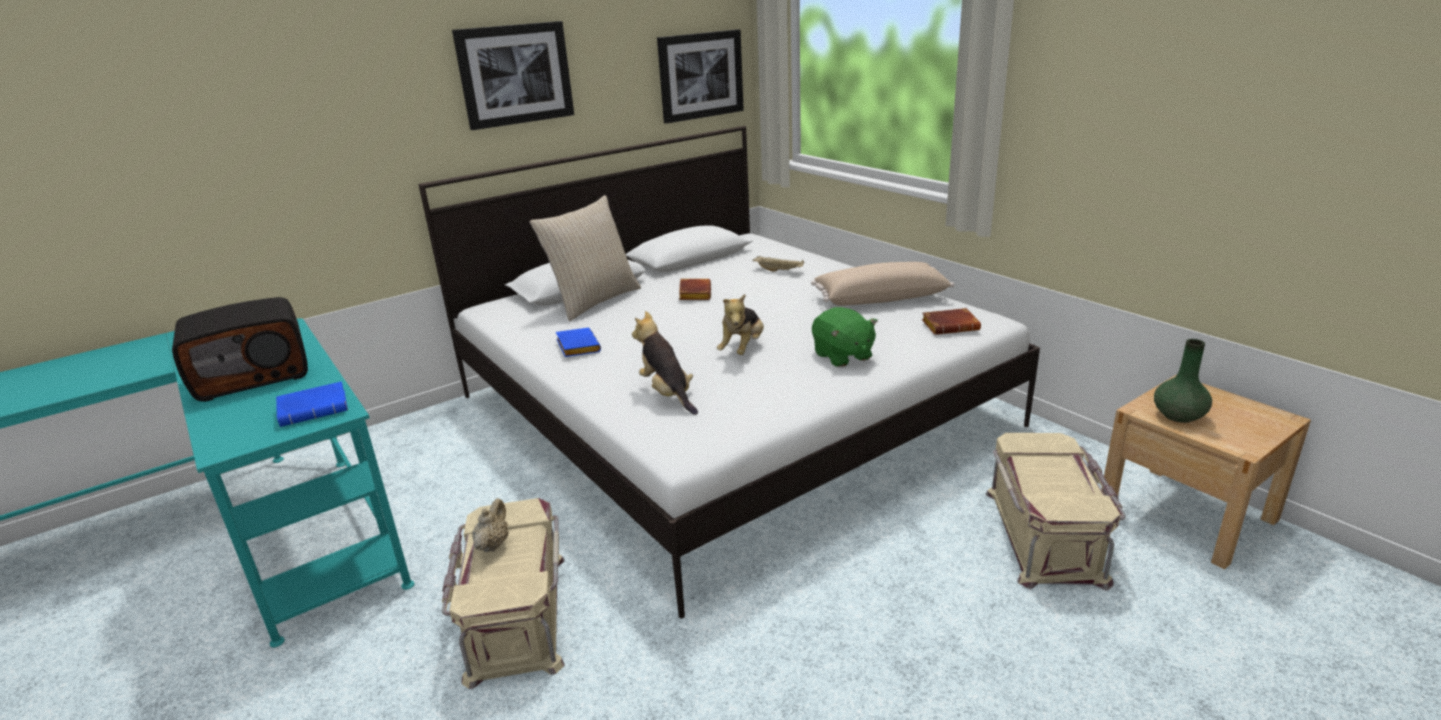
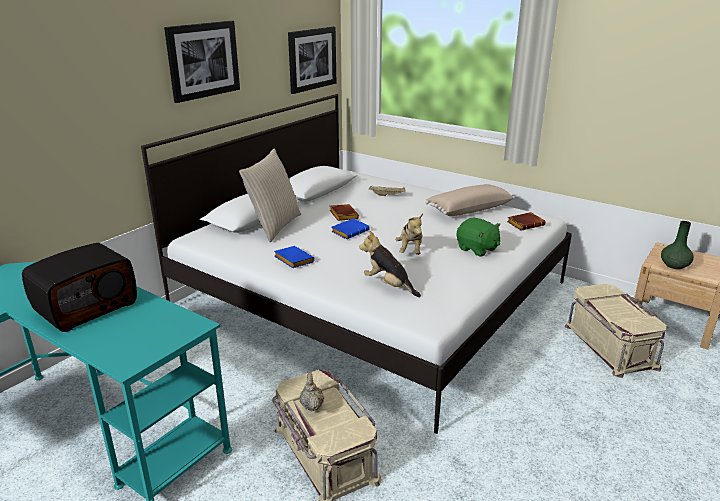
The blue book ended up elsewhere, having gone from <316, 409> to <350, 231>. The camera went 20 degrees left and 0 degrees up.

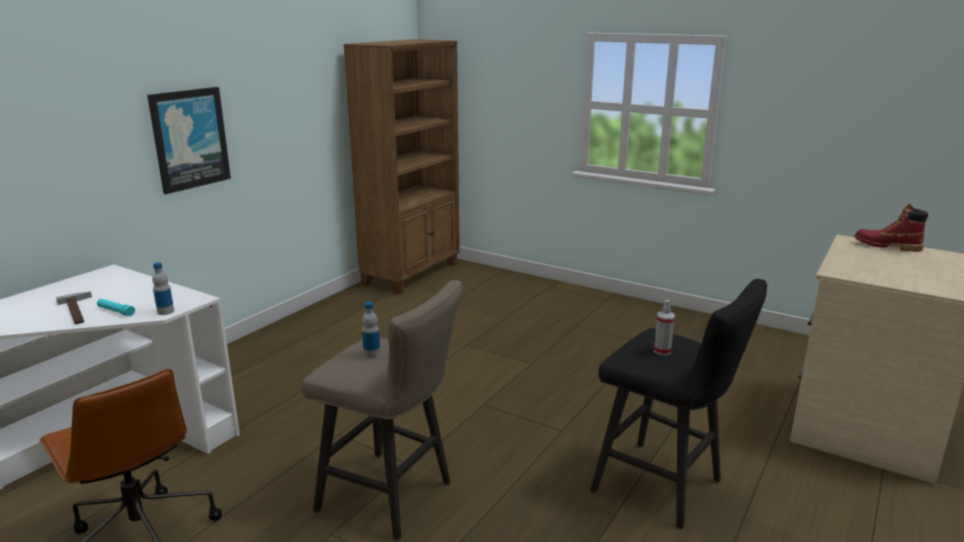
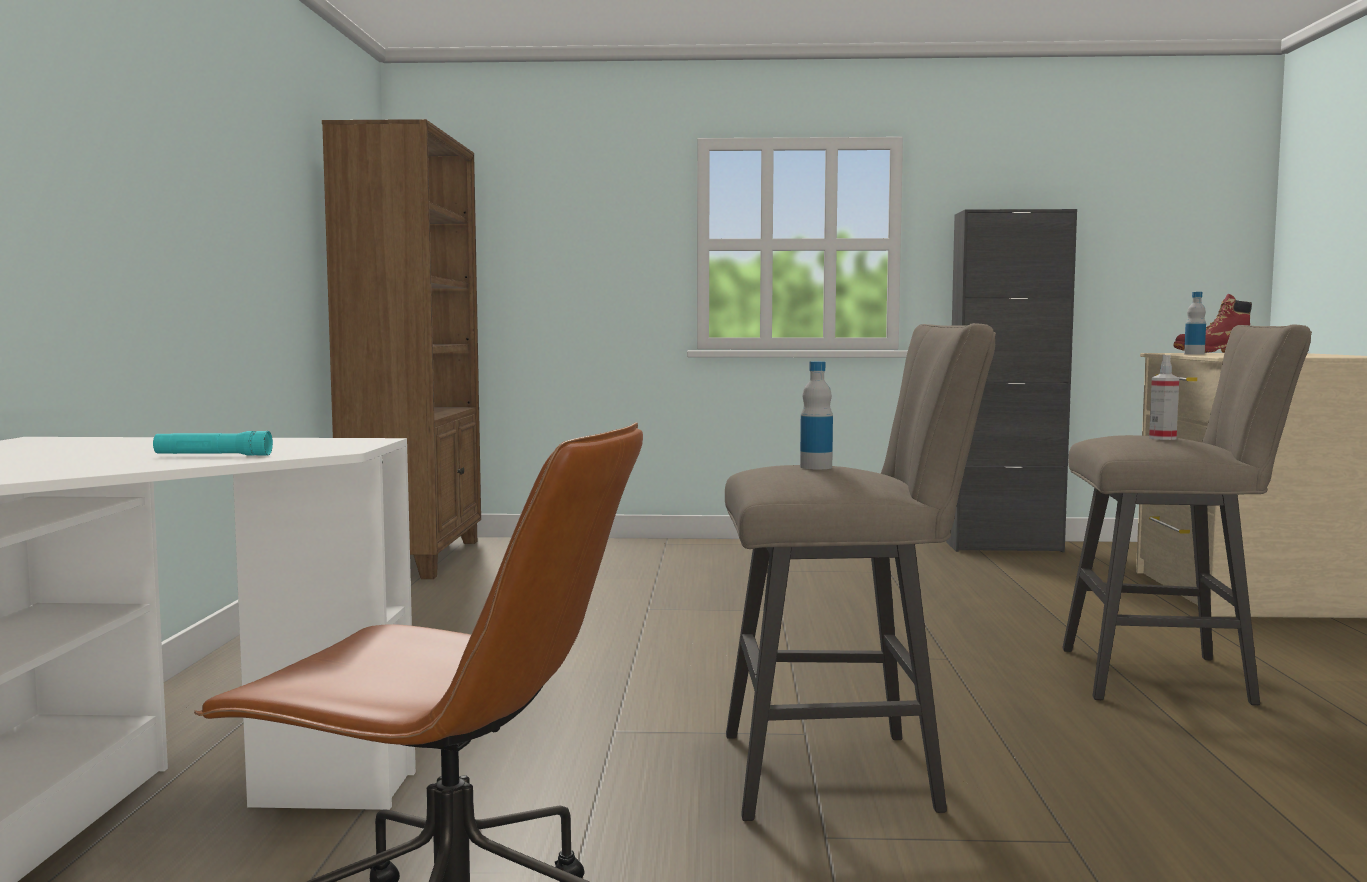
The second view lost the hammer at <79, 310>. The second view lost the picture at <190, 139>. The second view gained the black cabinet at <1004, 547>. The bottle ended up elsewhere, having gone from <165, 311> to <1194, 354>. What was the black stool at <665, 488> turned into the beige stool at <1170, 677>. The camera went 30 degrees left and 15 degrees down.

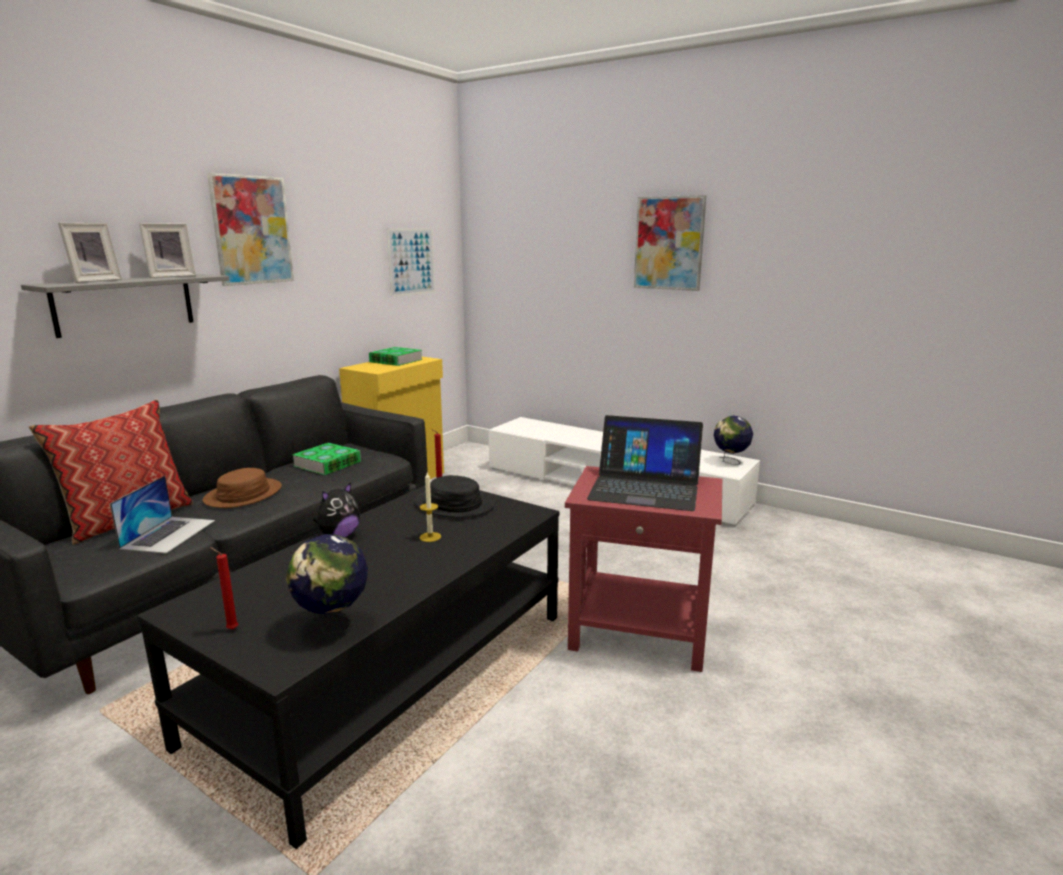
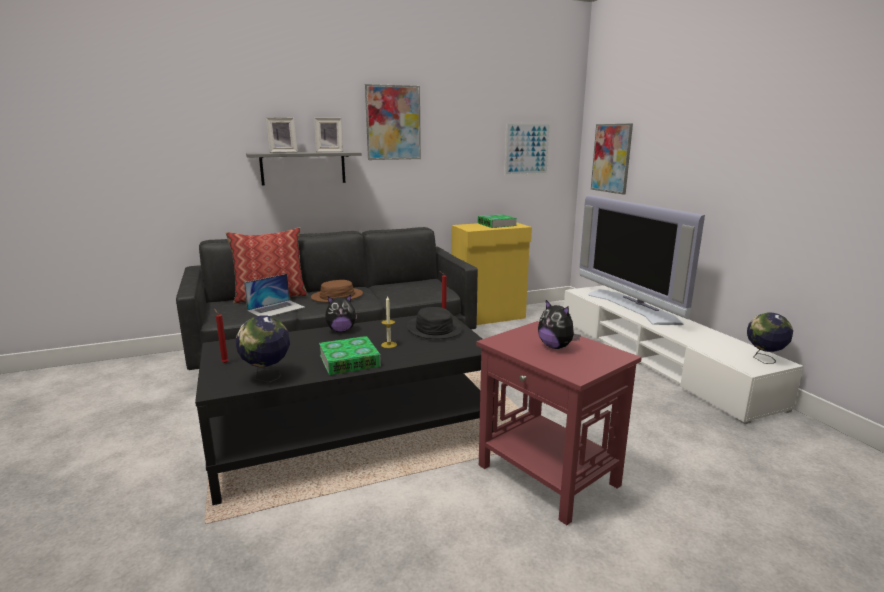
The second view gained the television at <633, 306>. The book ended up elsewhere, having gone from <327, 464> to <349, 361>. The picture ended up elsewhere, having gone from <669, 243> to <611, 158>. Where the laptop stood at <645, 488>, the plush toy came to stand at <556, 347>. The camera went 35 degrees right and 0 degrees up.

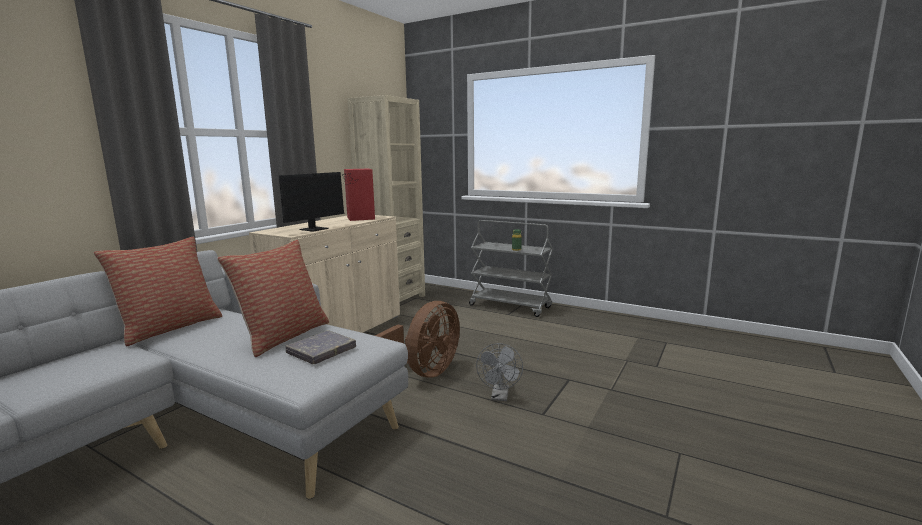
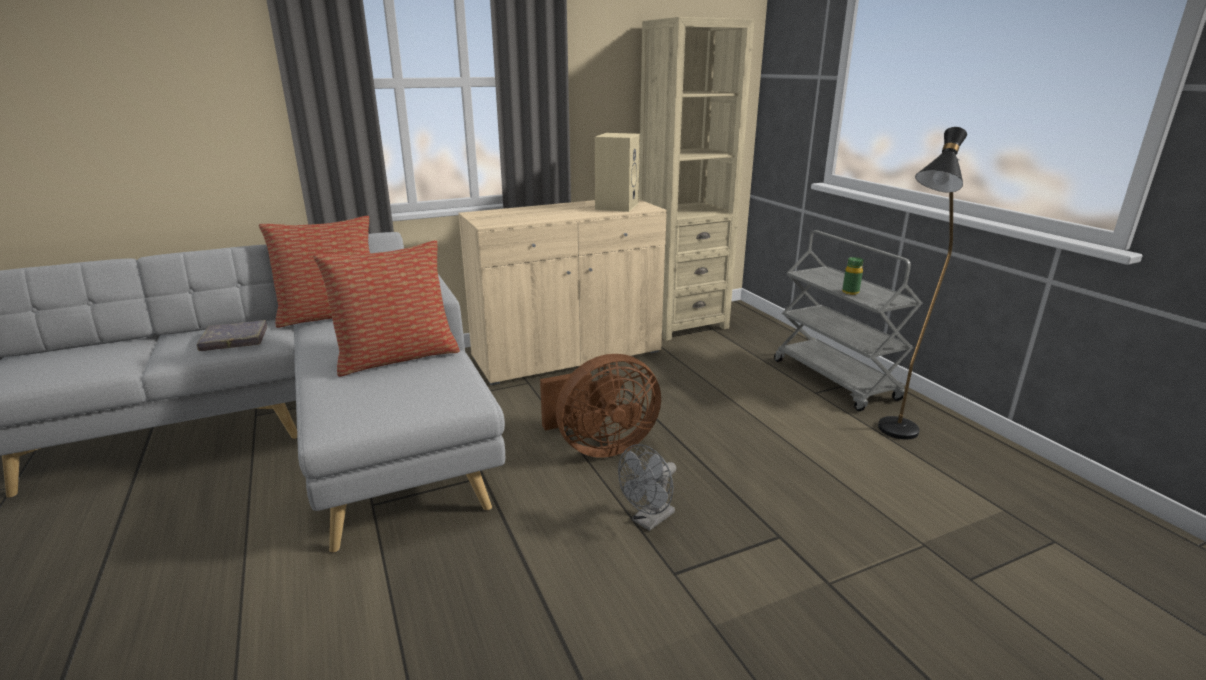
The second view lost the monitor at <318, 228>. The second view gained the black floor lamp at <894, 435>. The grey book ended up elsewhere, having gone from <321, 351> to <234, 340>. What was the red speaker at <360, 218> turned into the beige speaker at <616, 206>. The camera went 35 degrees right and 10 degrees up.

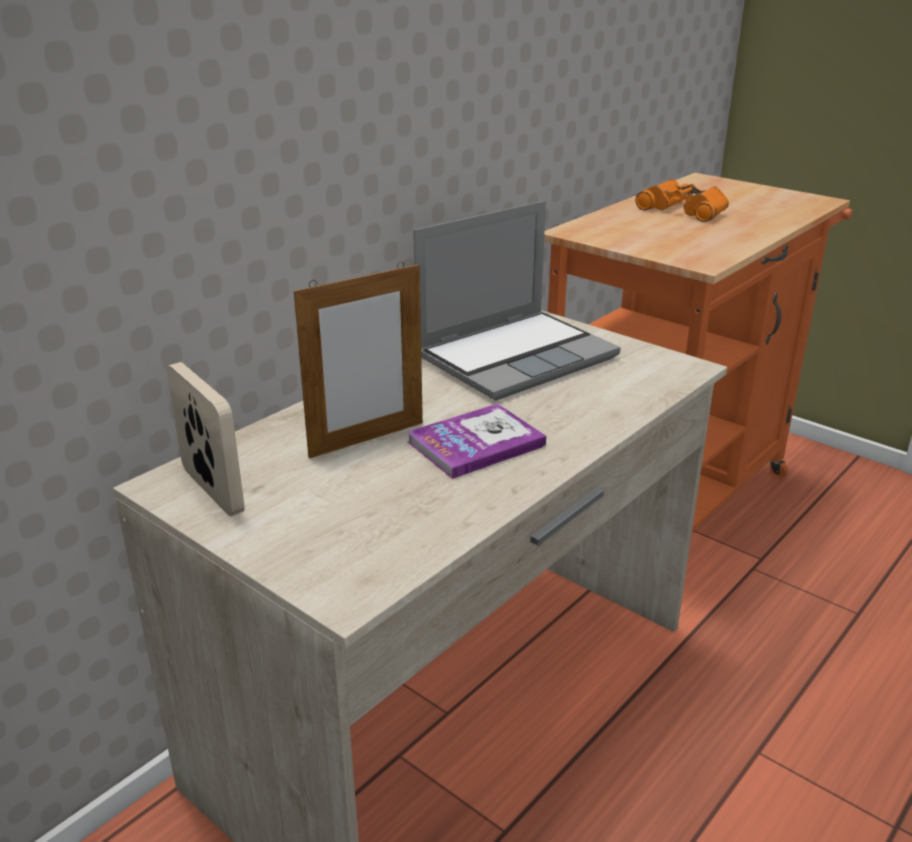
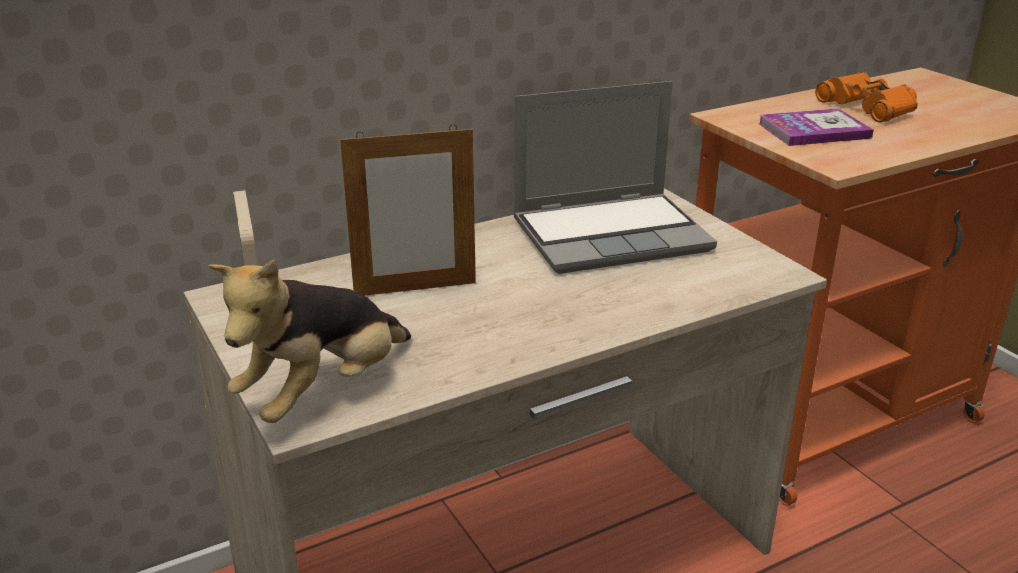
The second view gained the plush toy at <324, 392>. The book ended up elsewhere, having gone from <476, 443> to <813, 130>. The camera went 20 degrees right and 0 degrees up.

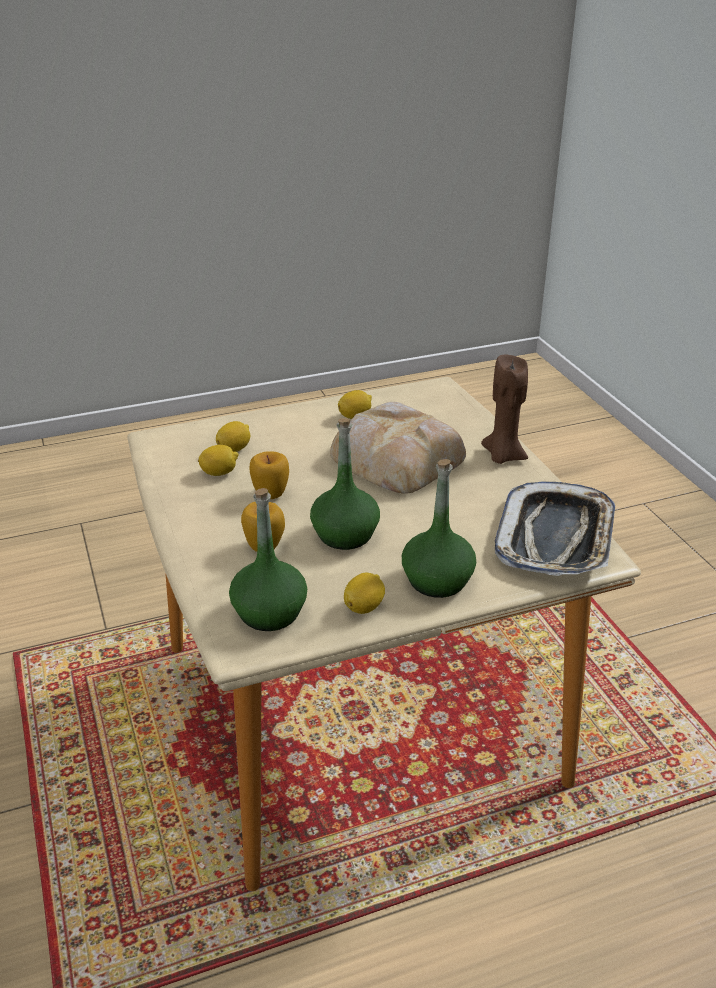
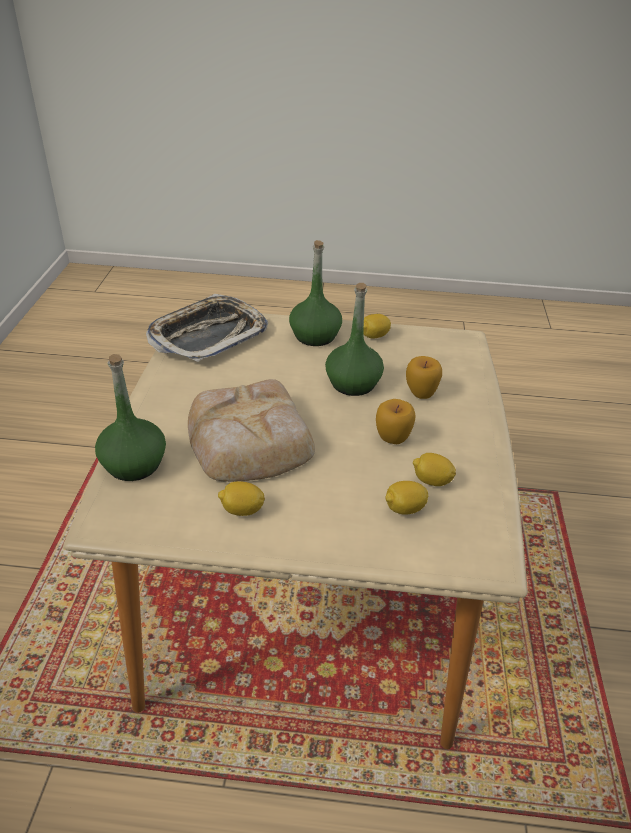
The second view lost the brown candle at <502, 456>. The green bottle ended up elsewhere, having gone from <269, 613> to <134, 464>. The camera went 155 degrees left and 5 degrees up.

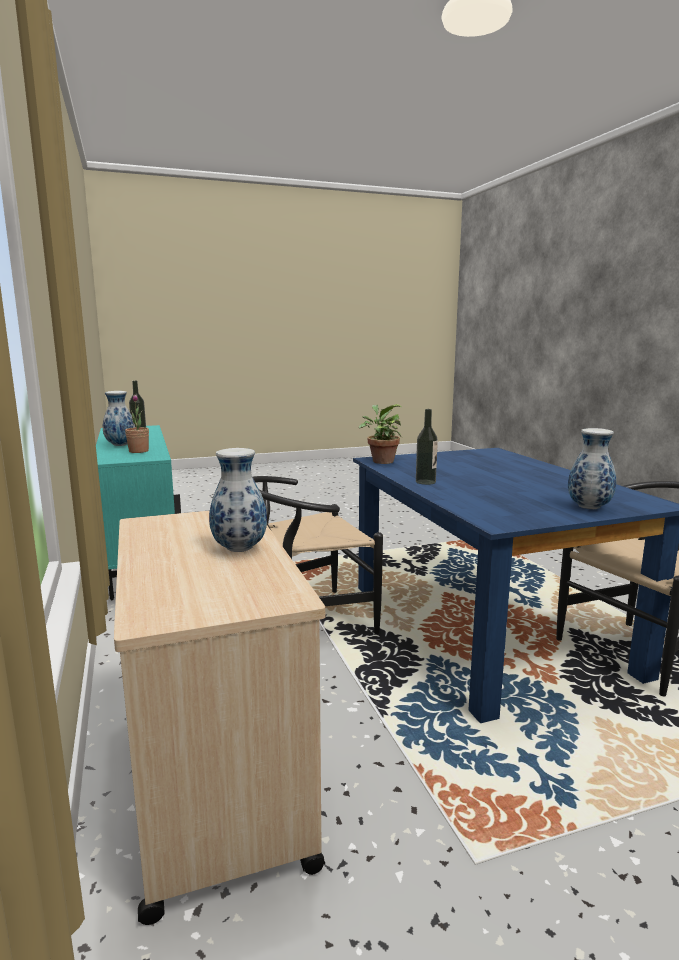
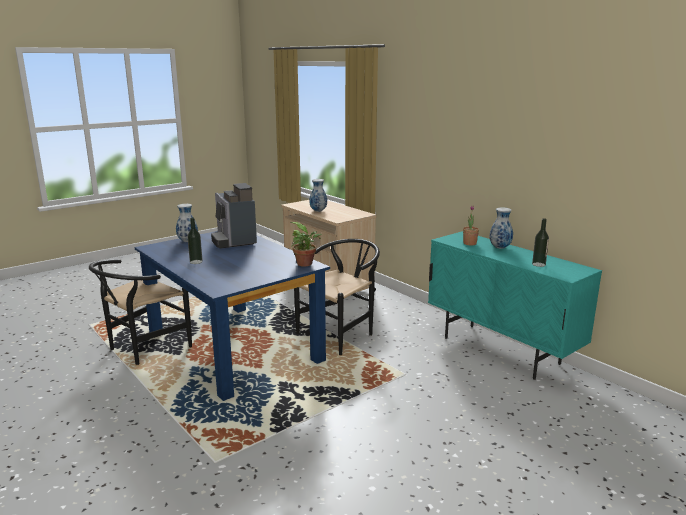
The second view gained the coffee machine at <234, 241>. The bottle ended up elsewhere, having gone from <425, 482> to <196, 262>. The camera went 160 degrees right and 5 degrees up.

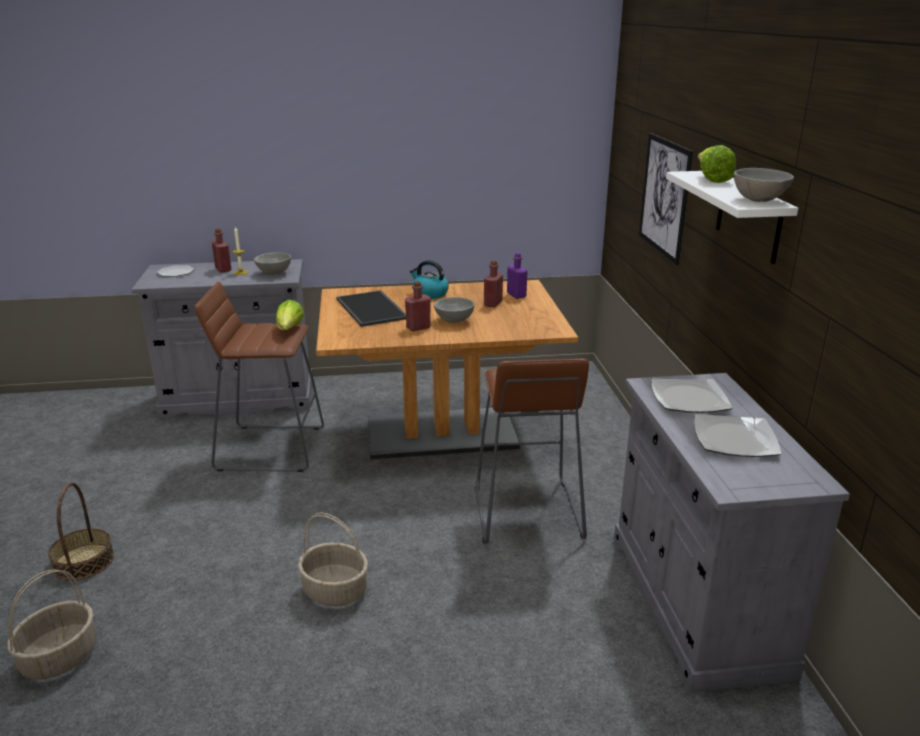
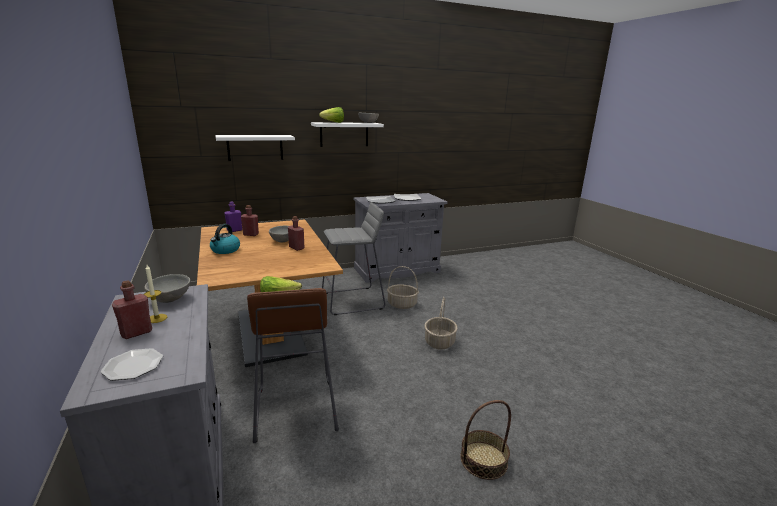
The second view lost the tray at <373, 309>. The basket ended up elsewhere, having gone from <60, 656> to <401, 304>. Where the picture hung at <664, 196>, the white shelf came to hang at <255, 147>. What was the brown stool at <526, 512> turned into the grey stool at <353, 301>. The camera went 105 degrees left and 5 degrees down.

